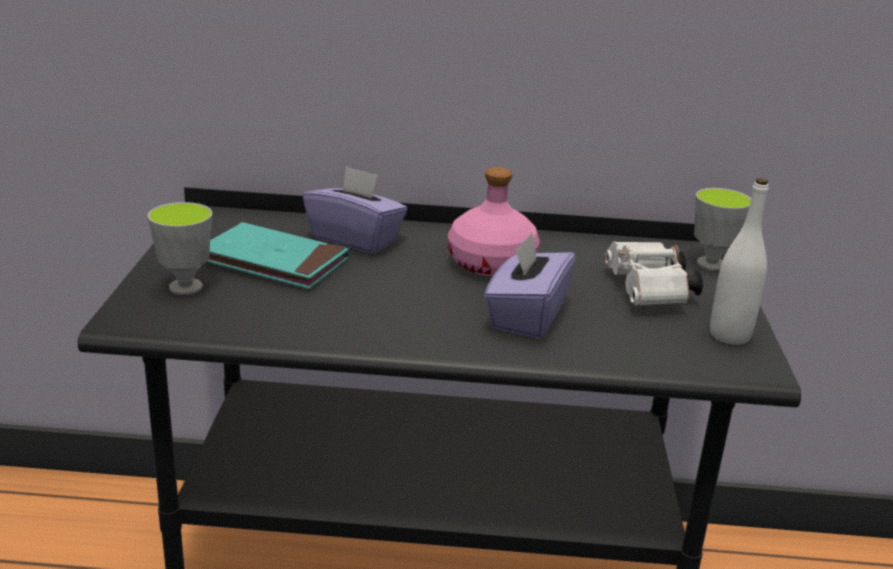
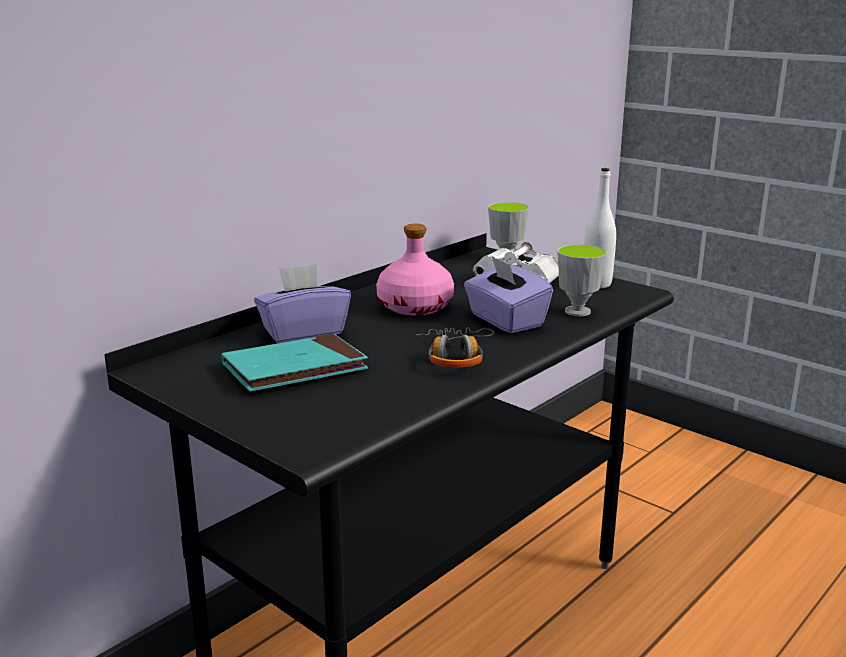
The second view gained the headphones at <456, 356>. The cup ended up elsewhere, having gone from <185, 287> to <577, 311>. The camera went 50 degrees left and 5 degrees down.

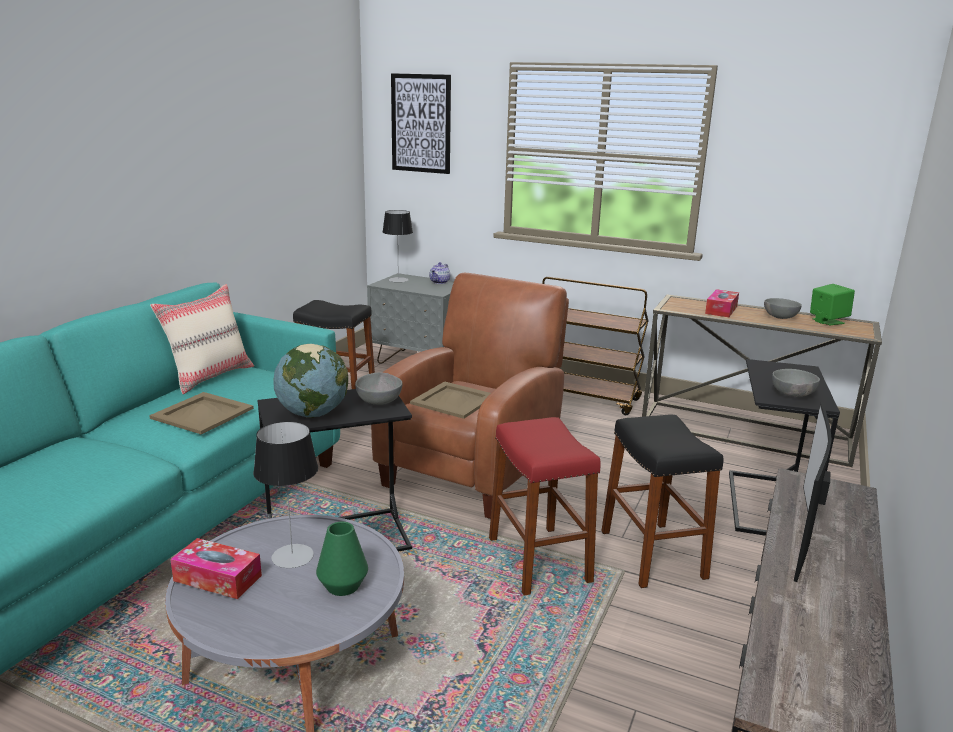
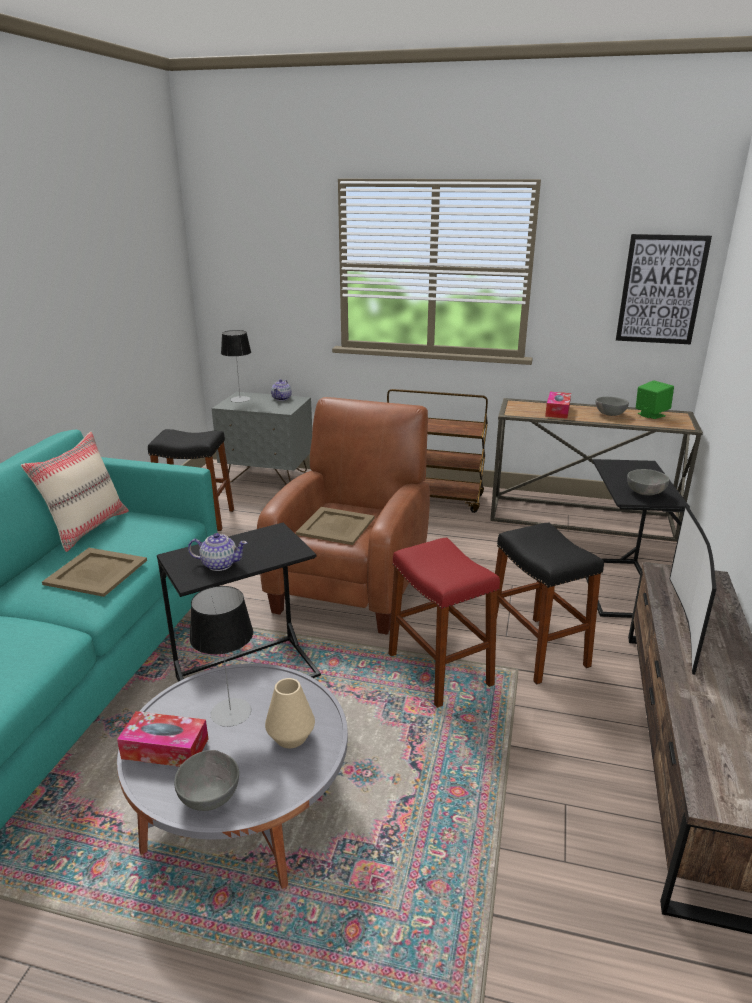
The grey bowl ended up elsewhere, having gone from <380, 401> to <210, 795>. The picture ended up elsewhere, having gone from <421, 123> to <661, 290>. Where the globe stood at <313, 413>, the teapot came to stand at <219, 564>. What was the green vase at <343, 586> turned into the beige vase at <291, 737>. The camera went 10 degrees left and 5 degrees up.

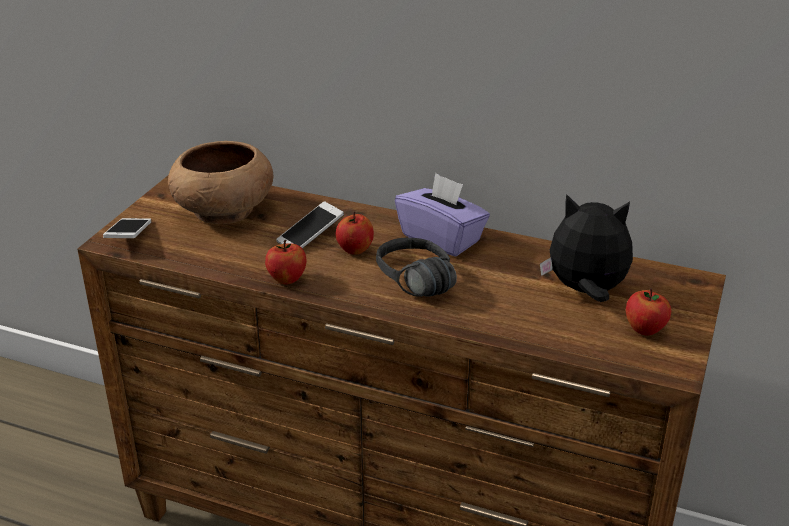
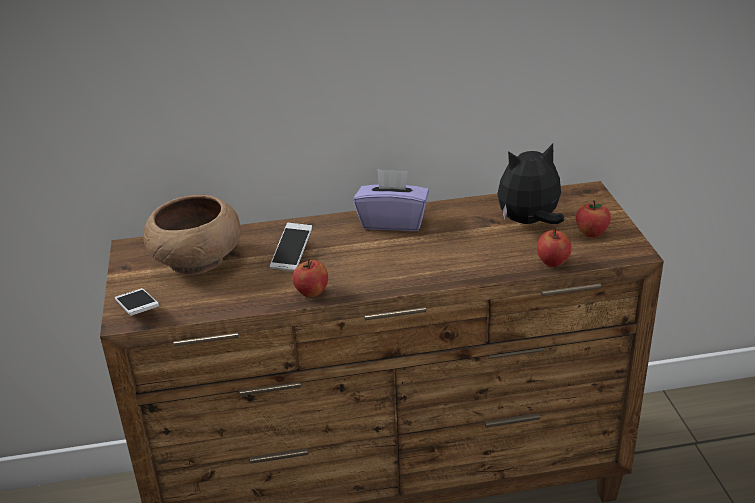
The second view lost the black headphones at <405, 285>. The apple ended up elsewhere, having gone from <355, 250> to <553, 262>. The camera went 30 degrees left and 0 degrees up.

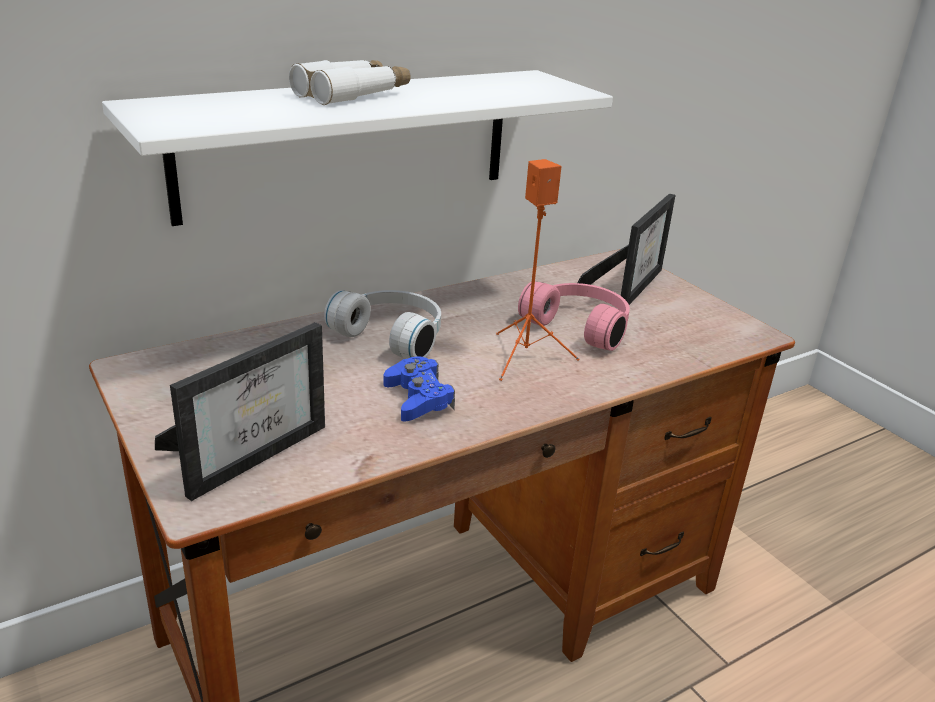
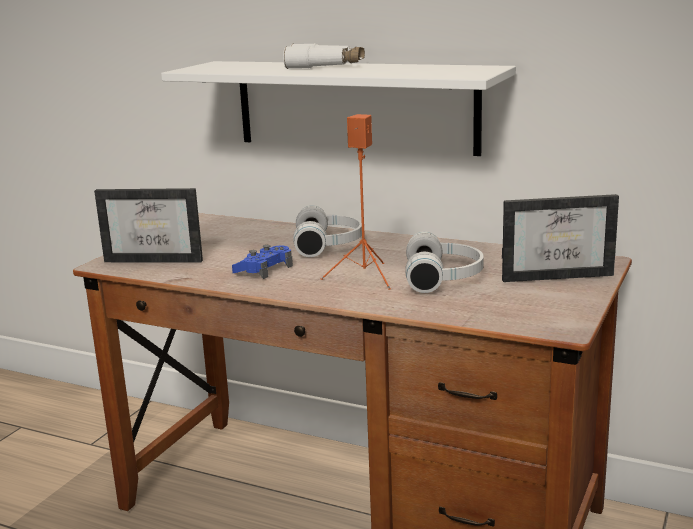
What was the pink headphones at <580, 326> turned into the white headphones at <444, 278>. The camera went 60 degrees right and 10 degrees down.

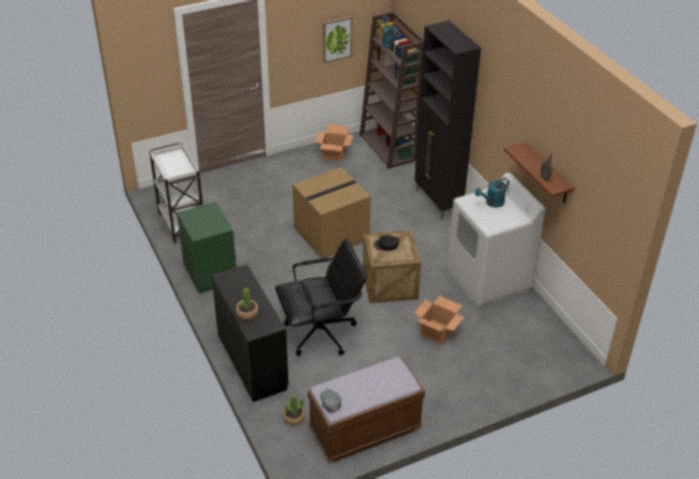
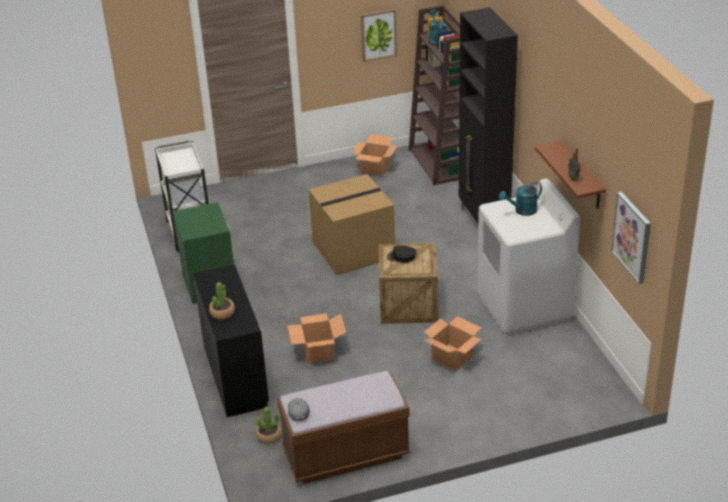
The second view gained the picture at <632, 237>. Where the black office chair stood at <321, 333>, the cardboard box came to stand at <319, 352>. The camera went 10 degrees right and 5 degrees down.

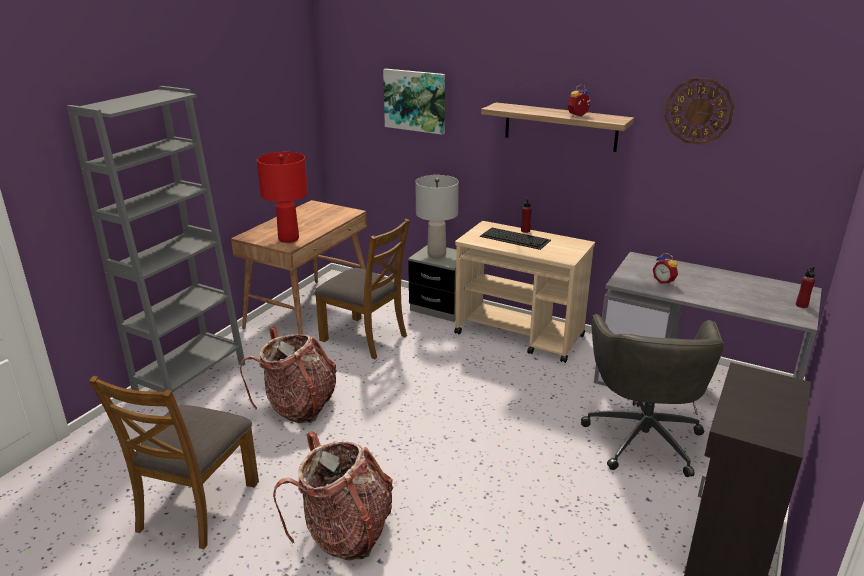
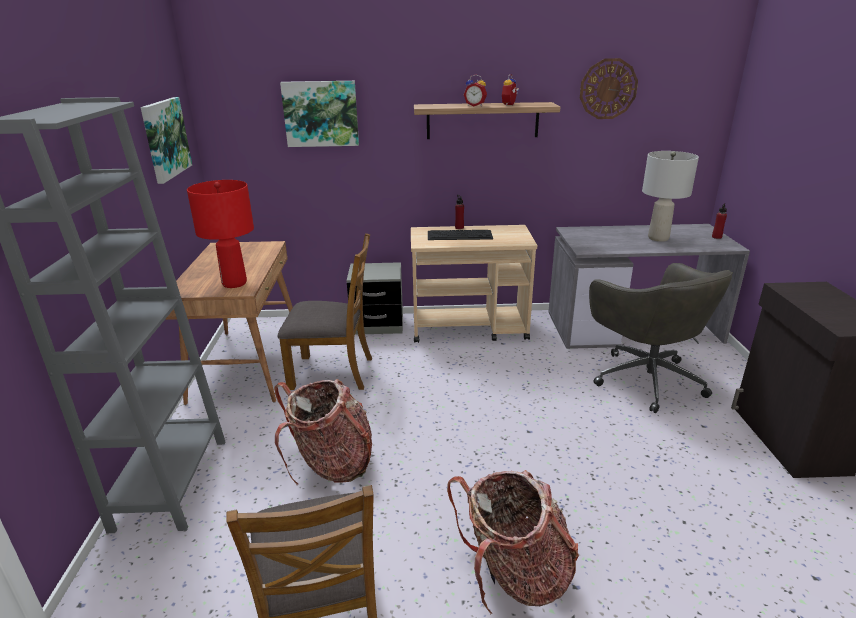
The second view gained the picture at <165, 138>. The grey table lamp ended up elsewhere, having gone from <437, 254> to <658, 238>. The alarm clock ended up elsewhere, having gone from <664, 281> to <475, 105>. The camera went 30 degrees left and 0 degrees up.

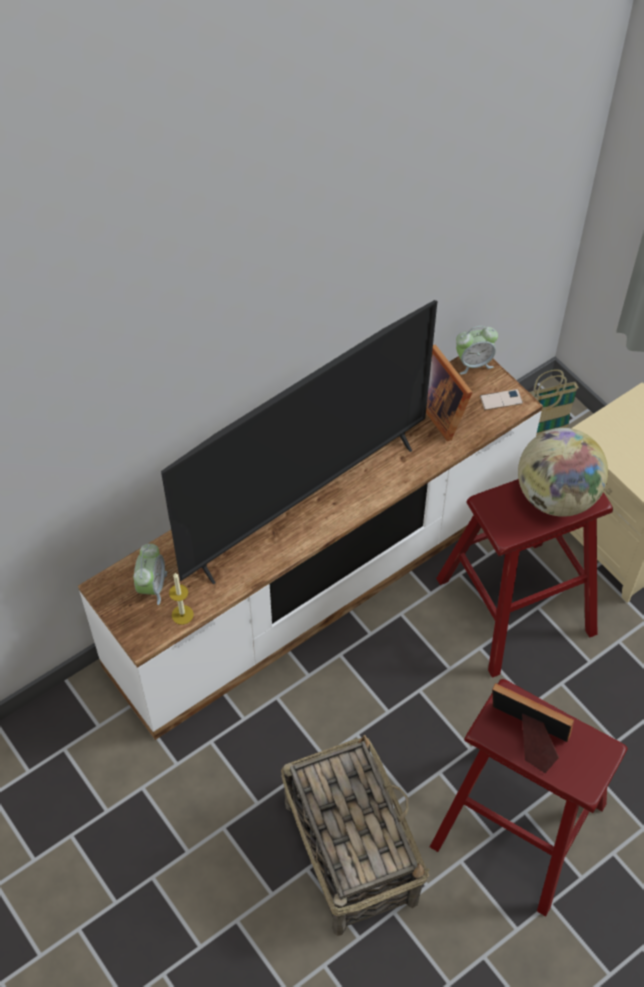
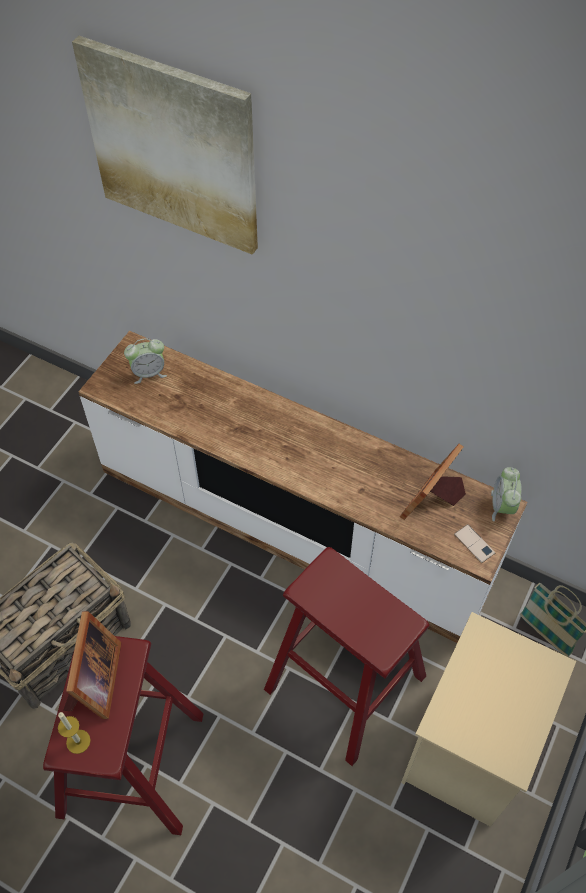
The second view lost the television at <304, 503>. The second view lost the globe at <556, 497>. The second view gained the picture at <173, 147>. The candle ended up elsewhere, having gone from <182, 614> to <78, 741>. The alarm clock at <473, 363> ended up facing another way, 45 degrees clockwise from before. The camera went 65 degrees right and 0 degrees up.

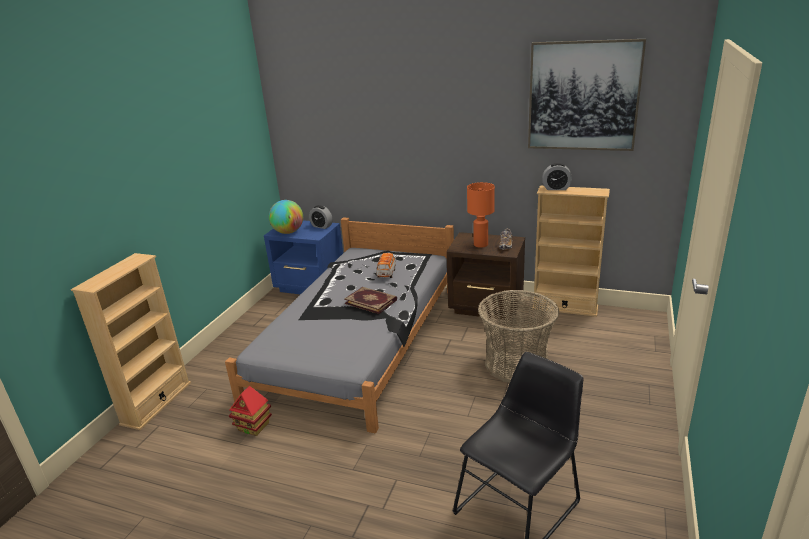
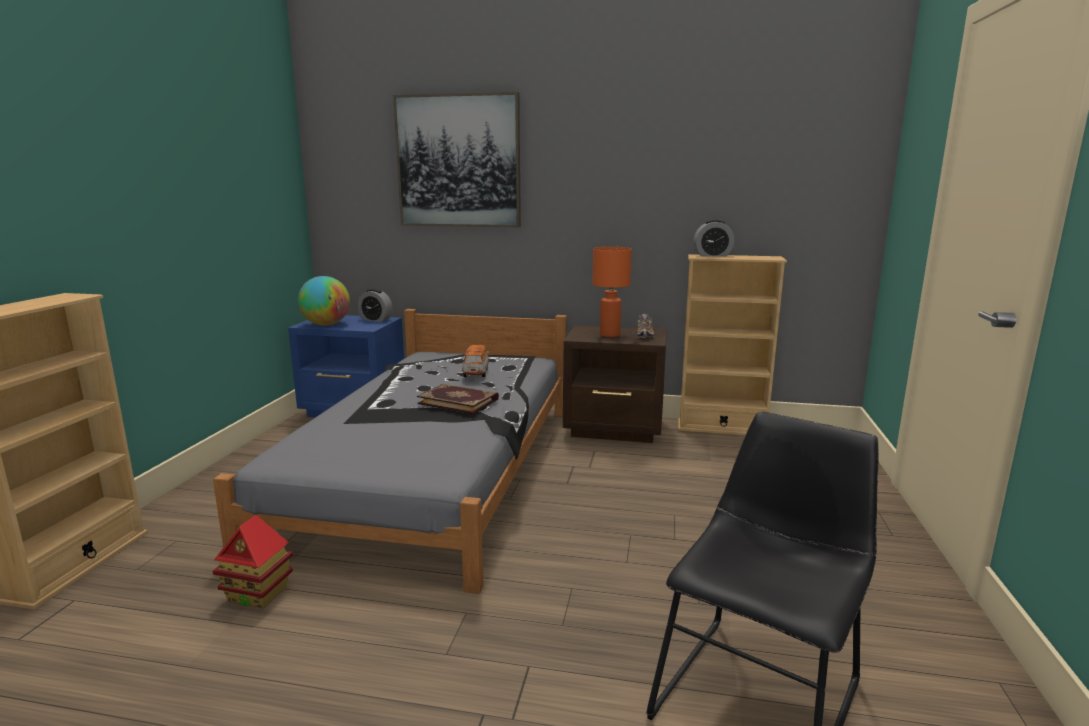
The second view lost the basket at <516, 364>. The picture ended up elsewhere, having gone from <583, 96> to <458, 161>. The camera went 10 degrees left and 10 degrees down.

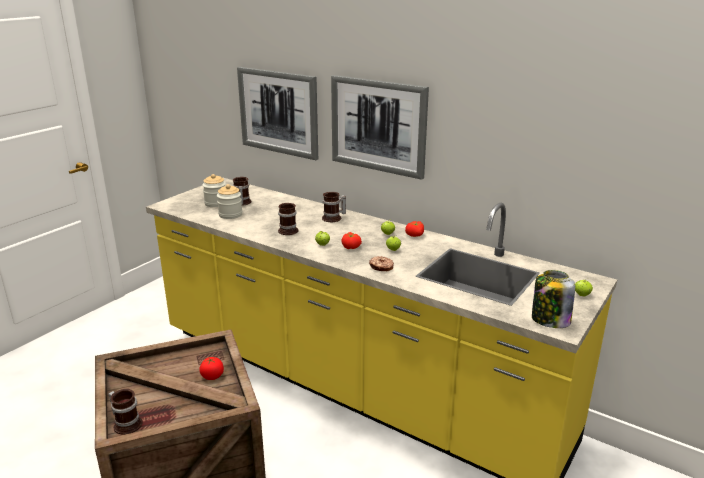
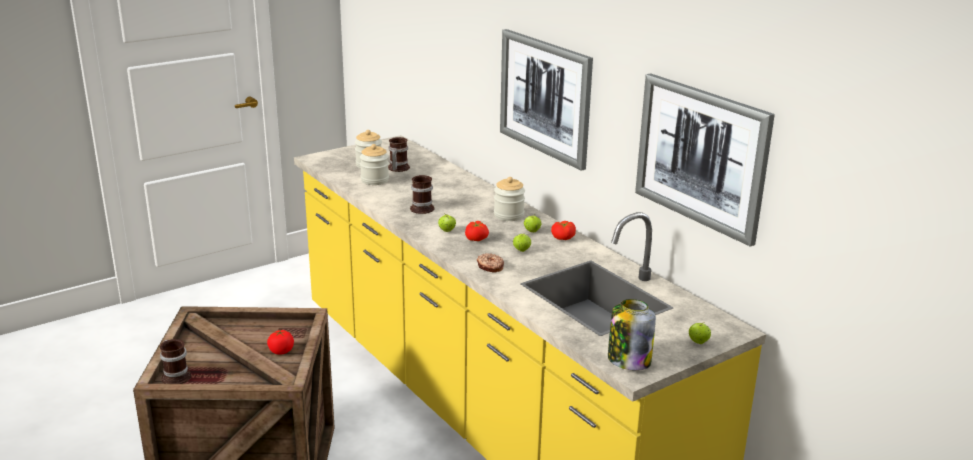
The second view lost the mug at <334, 218>. The second view gained the jar at <508, 215>. The picture ended up elsewhere, having gone from <278, 112> to <701, 156>. The camera went 20 degrees right and 0 degrees up.

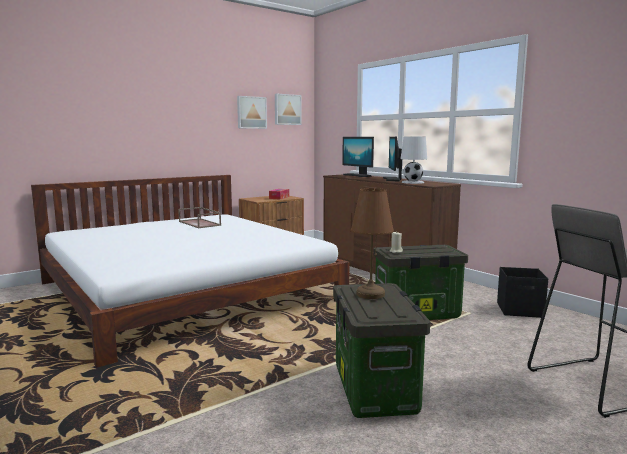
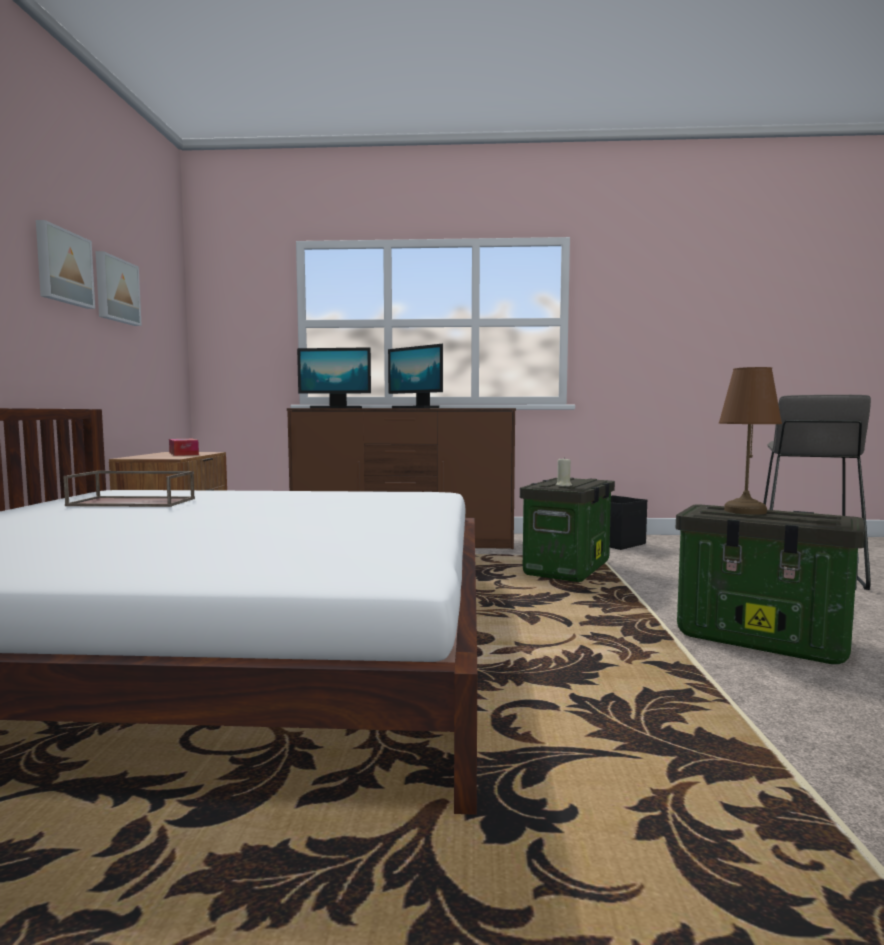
The second view lost the white table lamp at <412, 182>. The picture ended up elsewhere, having gone from <287, 109> to <63, 267>. The camera went 50 degrees left and 5 degrees down.

